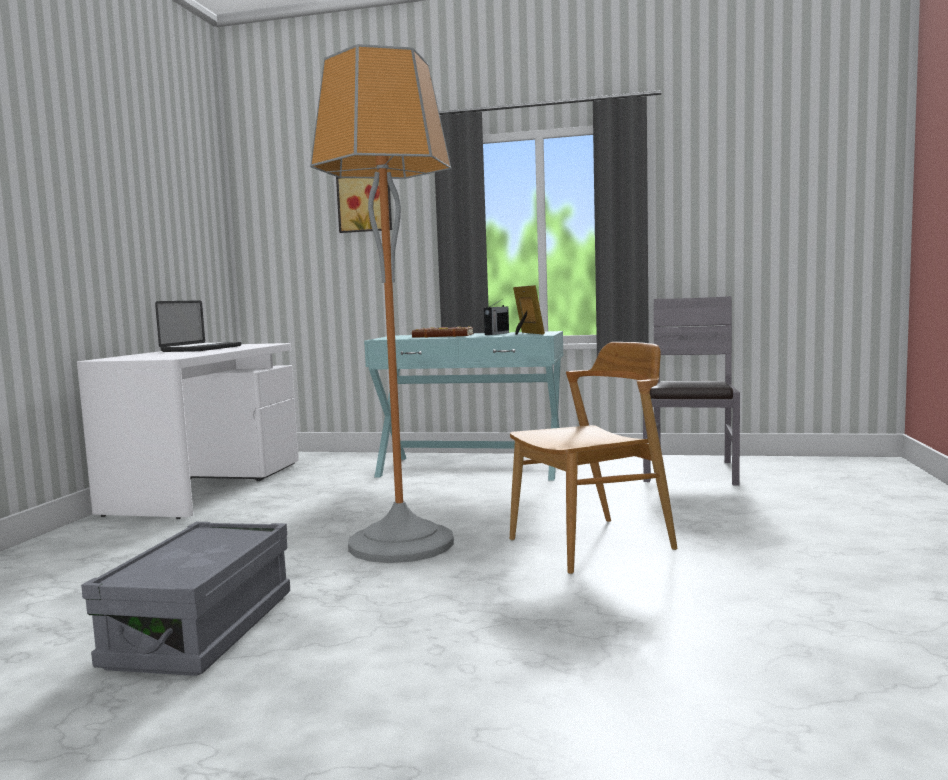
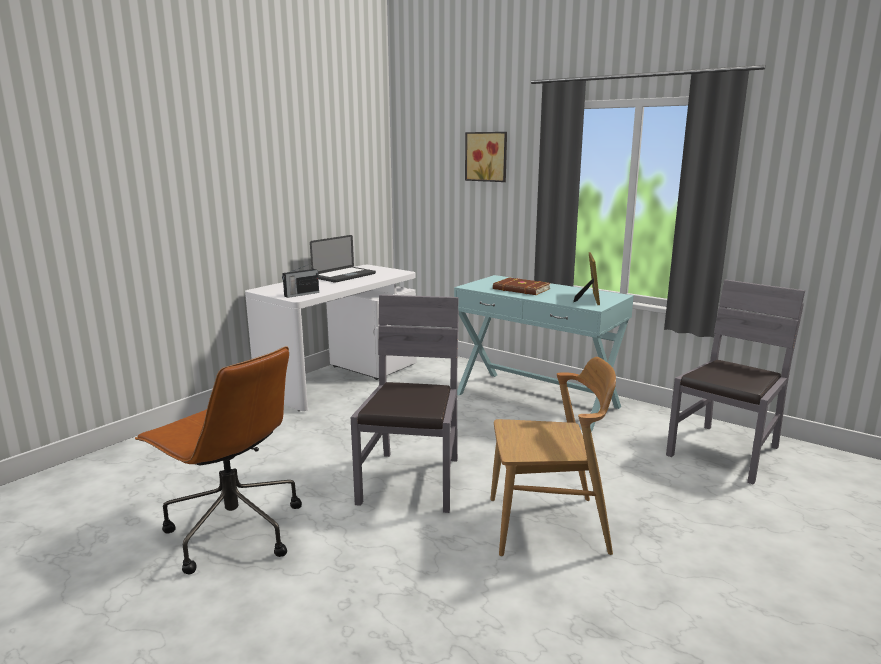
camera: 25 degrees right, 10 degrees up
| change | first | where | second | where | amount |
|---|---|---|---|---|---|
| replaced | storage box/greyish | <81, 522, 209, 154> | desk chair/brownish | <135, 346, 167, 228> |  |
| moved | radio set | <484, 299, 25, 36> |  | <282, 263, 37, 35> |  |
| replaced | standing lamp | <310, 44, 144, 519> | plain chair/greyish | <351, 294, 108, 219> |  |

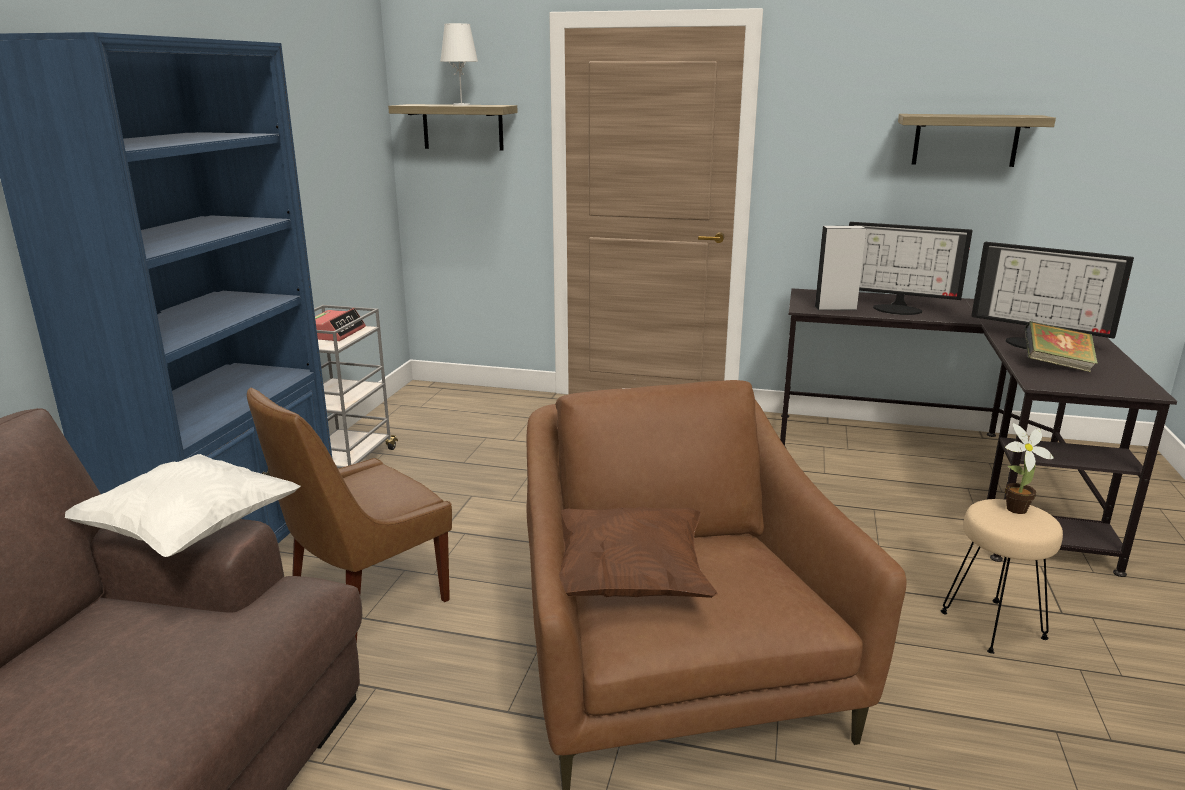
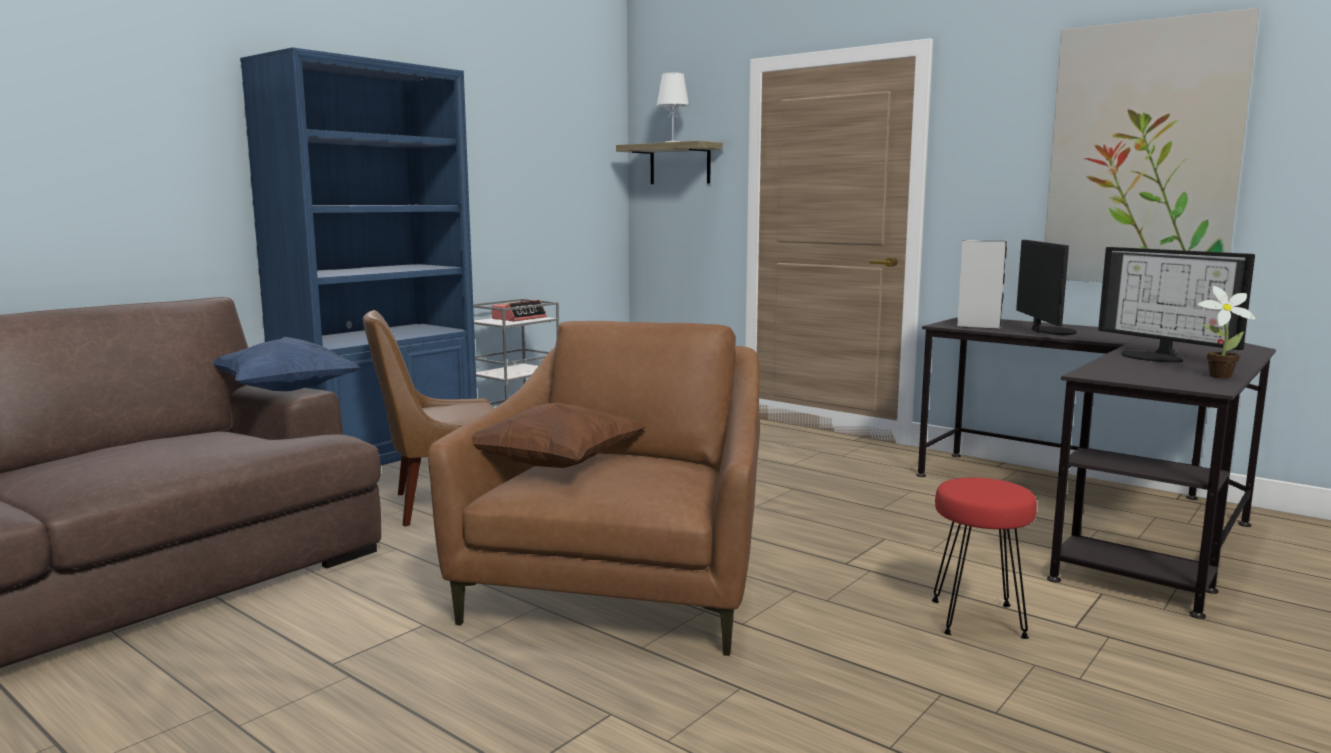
camera: 25 degrees right, 10 degrees down
| change | first | where | second | where | amount |
|---|---|---|---|---|---|
| recoloured | pillow/whitish | <65, 454, 236, 103> | pillow/blue | <213, 337, 147, 54> |  |
| recoloured | sitting stool/beige | <941, 499, 122, 155> | sitting stool/reddish | <932, 477, 105, 162> |  |
| turned | computer screen | <849, 222, 124, 93> |  | <1016, 240, 61, 95> | 135 degrees counterclockwise |
| replaced | wall shelf | <898, 114, 158, 53> | picture | <1044, 8, 215, 274> |  |
| moved | houseplant | <1005, 423, 49, 91> |  | <1197, 286, 59, 92> |  |
| removed | book | <1025, 321, 73, 51> |  |  |  |

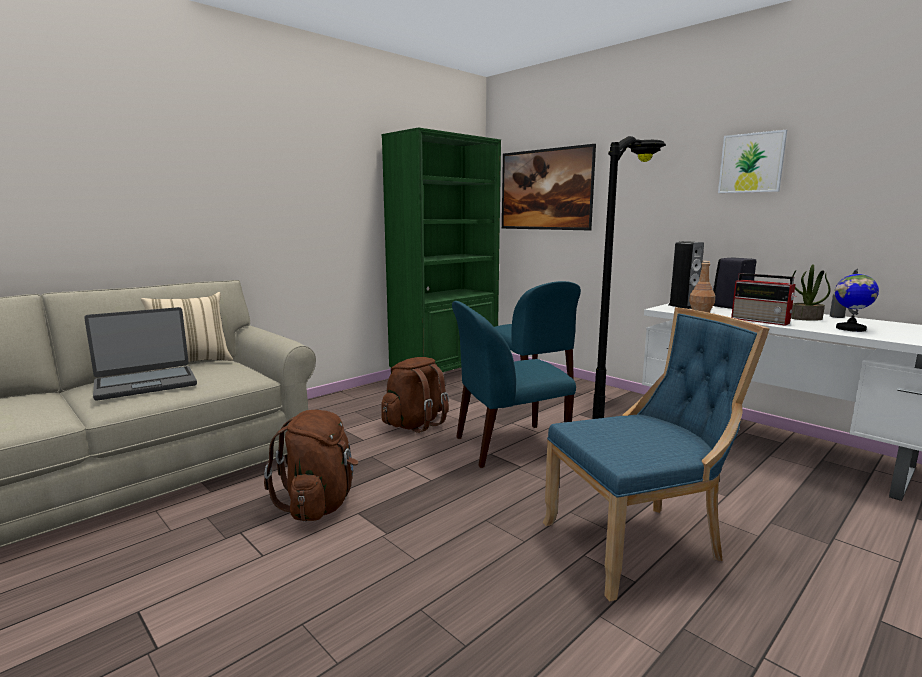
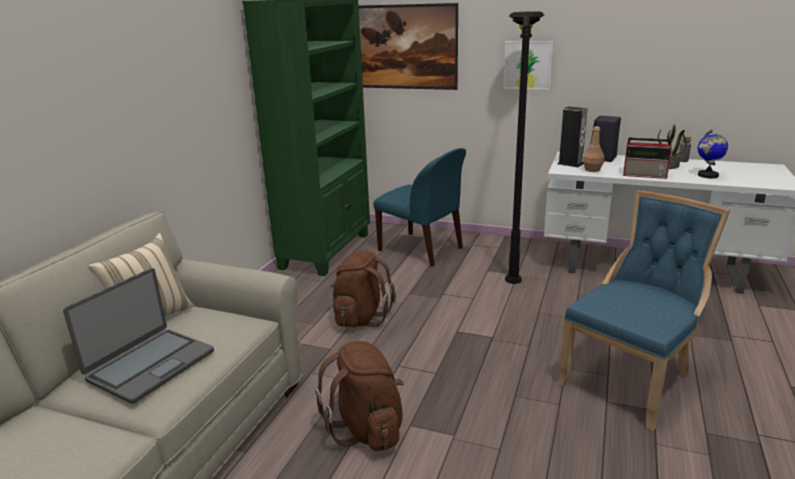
camera: 25 degrees left, 10 degrees up
| change | first | where | second | where | amount |
|---|---|---|---|---|---|
| moved | picture | <718, 130, 69, 63> |  | <504, 41, 50, 49> |  |
| removed | plain chair/blue | <452, 301, 124, 167> |  |  |  |

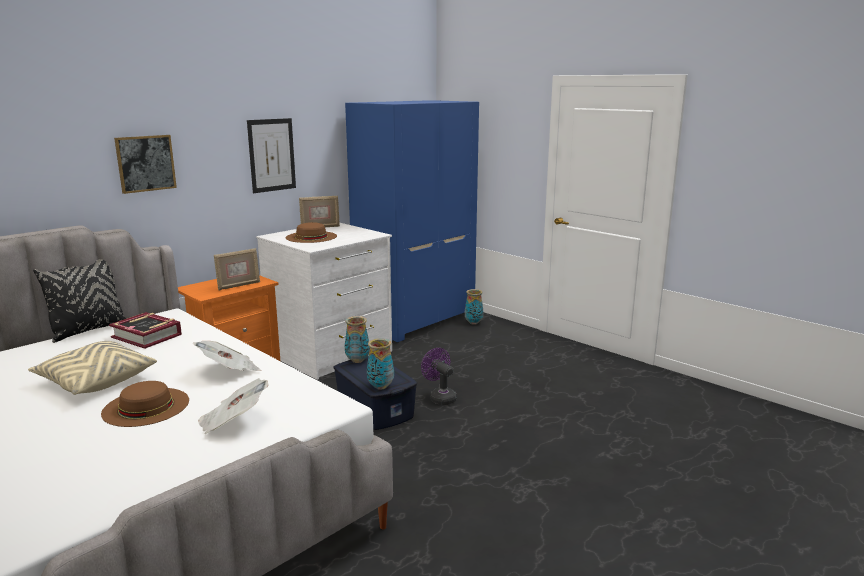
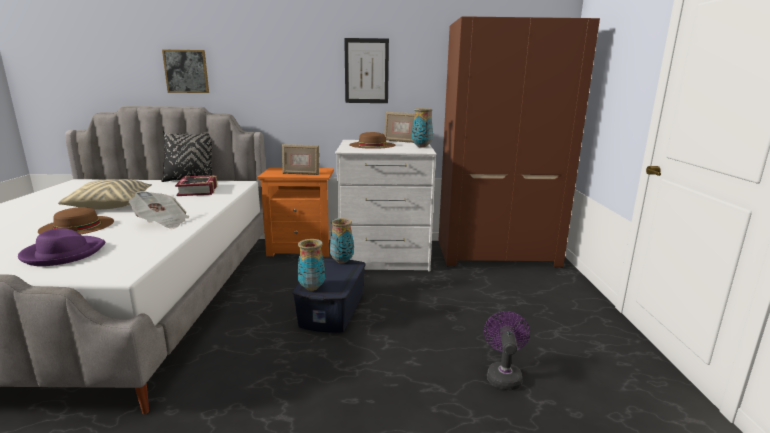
camera: 45 degrees right, 0 degrees up
| change | first | where | second | where | amount |
|---|---|---|---|---|---|
| replaced | newspaper | <198, 378, 71, 56> | wearable hat/purple-coloured | <18, 228, 87, 38> |  |
| moved | picture | <114, 135, 63, 59> |  | <162, 50, 47, 43> |  |
| moved | vase | <465, 289, 18, 36> |  | <412, 108, 21, 40> |  |
| recoloured | clothes cupboard/blue | <345, 100, 134, 243> | clothes cupboard/brownish | <438, 16, 162, 252> |  |
| moved | cooling fan/purple-coloured | <421, 348, 36, 57> |  | <484, 311, 46, 79> |  |

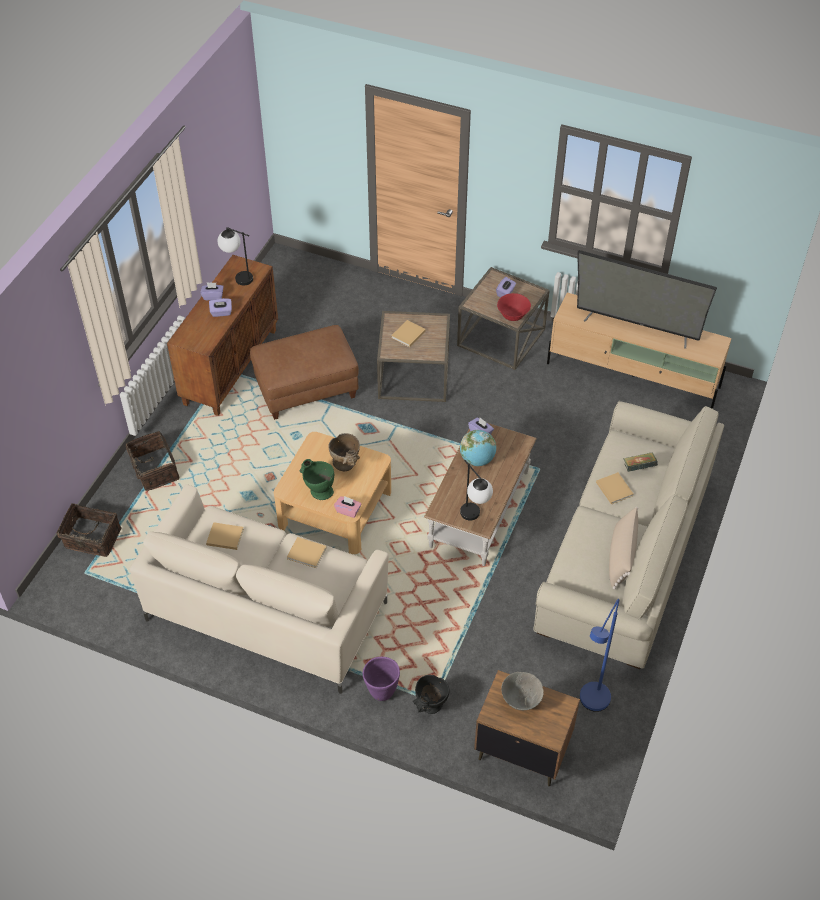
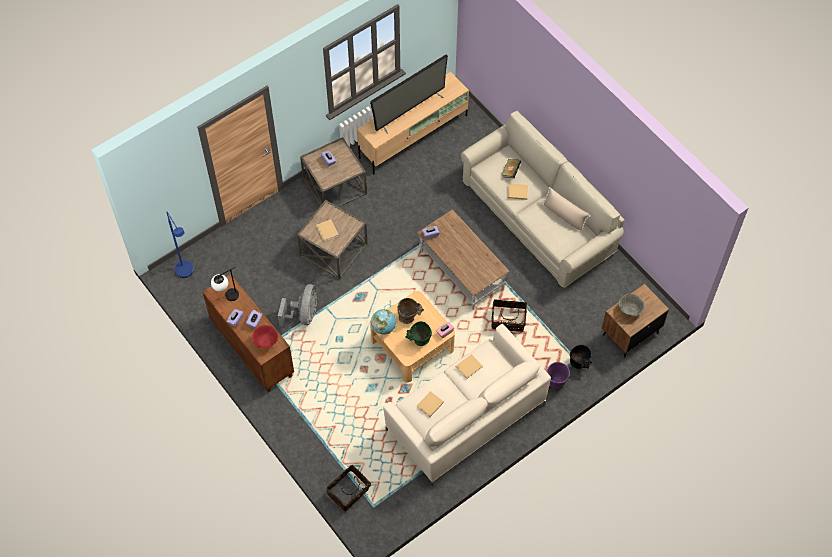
camera: 60 degrees left, 10 degrees up
| change | first | where | second | where | amount |
|---|---|---|---|---|---|
| moved | standing lamp/blue | <580, 599, 39, 113> |  | <166, 212, 28, 66> |  |
| moved | bowl/reddish | <497, 293, 34, 28> |  | <252, 325, 26, 24> |  |
| replaced | ottoman/brownish | <250, 325, 109, 95> | cooling fan/greyish | <278, 284, 40, 42> |  |
| moved | desk globe | <460, 430, 36, 36> |  | <371, 309, 25, 26> |  |
| moved | basket | <126, 431, 54, 60> |  | <492, 299, 35, 33> |  |
| removed | tabletop lamp | <460, 460, 33, 60> |  |  |  |

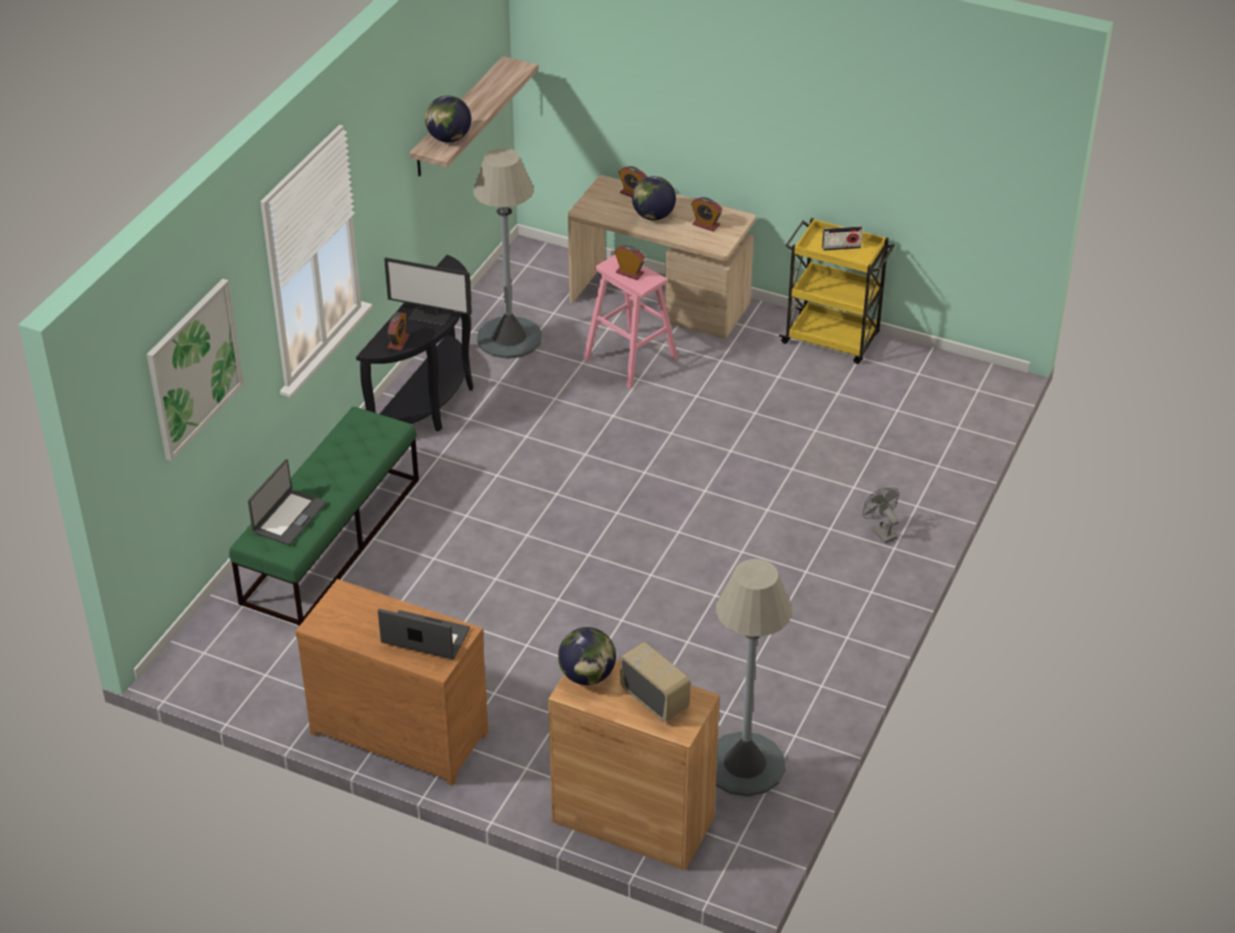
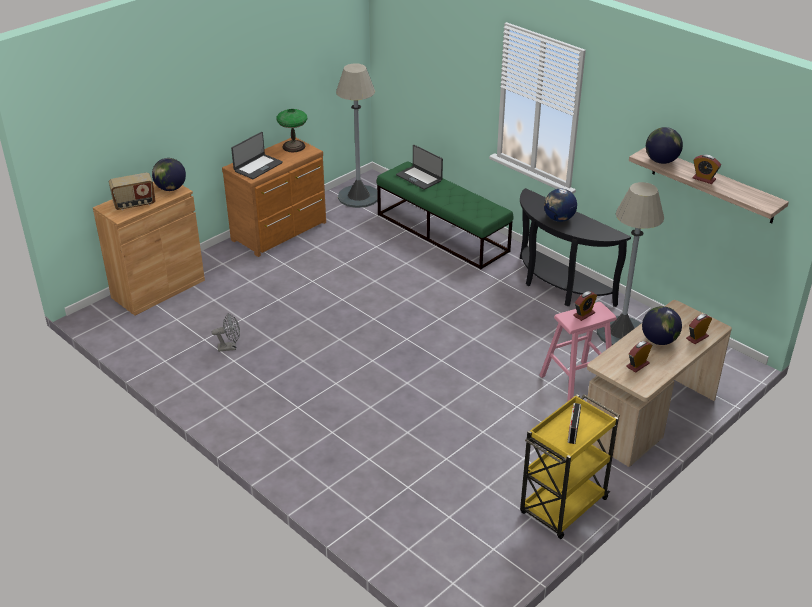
camera: 110 degrees right, 5 degrees down
| change | first | where | second | where | amount |
|---|---|---|---|---|---|
| moved | cooling fan/greyish | <863, 488, 36, 56> |  | <211, 313, 29, 39> |  |
| added |  |  | tabletop lamp | <276, 109, 32, 43> |  |
| moved | standing lamp/greyish | <716, 559, 76, 238> |  | <336, 63, 42, 145> |  |
| replaced | computer screen | <384, 257, 88, 69> | desk globe | <544, 189, 33, 33> |  |
| moved | bedside clock | <388, 312, 22, 39> |  | <693, 155, 28, 29> |  |
| removed | picture | <147, 279, 97, 182> |  |  |  |

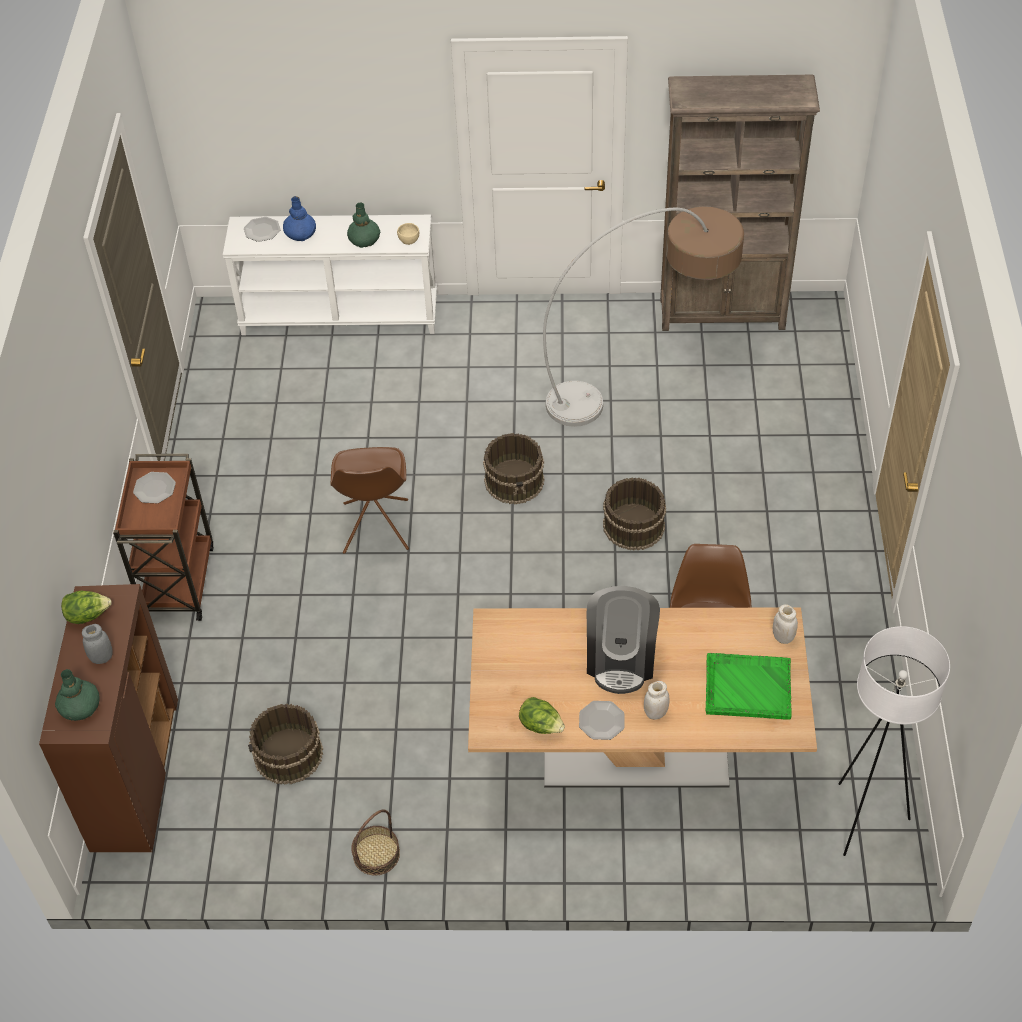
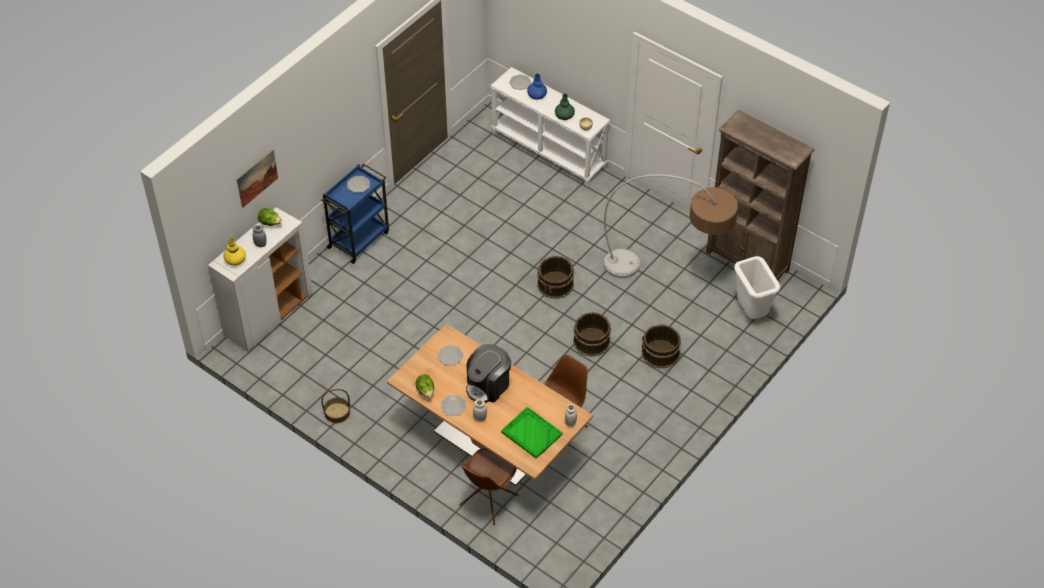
camera: 35 degrees right, 0 degrees up
| change | first | where | second | where | amount |
|---|---|---|---|---|---|
| recoloured | cabinet/brownish | <39, 584, 139, 268> | cabinet/whitish | <208, 208, 105, 144> |  |
| recoloured | vase/greenish | <55, 669, 45, 52> | vase/yellow | <224, 238, 22, 28> |  |
| added |  |  | picture | <237, 149, 41, 59> |  |
| recoloured | trolley/brownish | <113, 454, 101, 167> | trolley/blue | <321, 164, 68, 100> |  |
| added |  |  | plate | <438, 345, 25, 21> |  |
| moved | plain chair/brownish | <330, 447, 79, 107> |  | <459, 448, 60, 78> |  |
| moved | pail/brownish | <248, 704, 75, 81> |  | <641, 324, 40, 44> |  |
| added |  |  | waste bin/whitish | <734, 256, 46, 63> |  |
| removed | standing lamp/whitish | <838, 626, 112, 230> |  |  |  |

